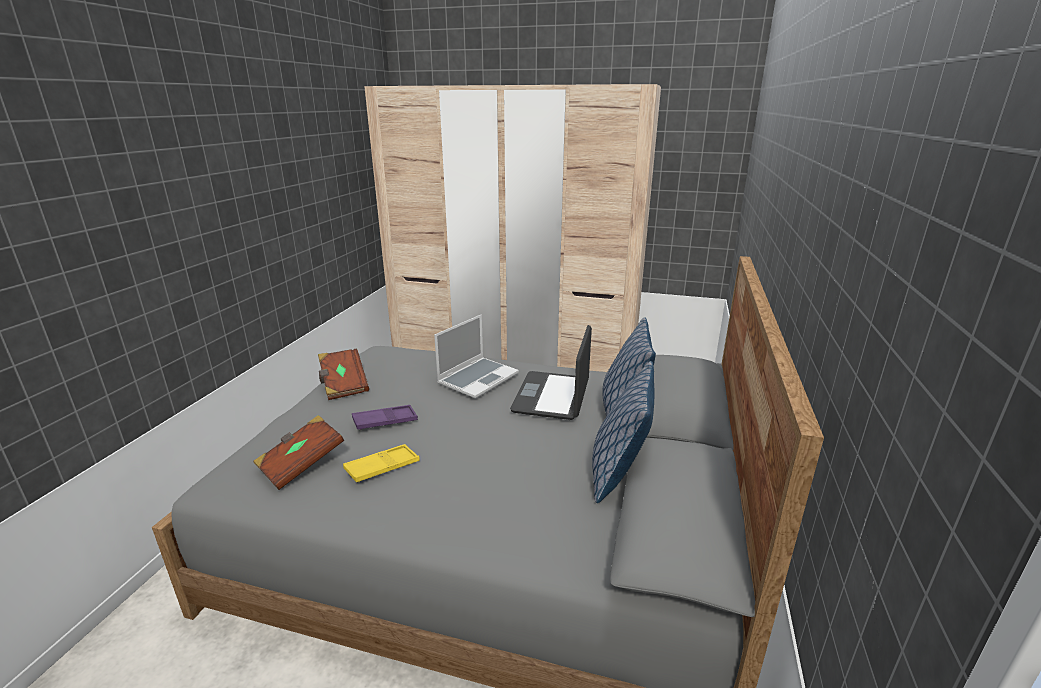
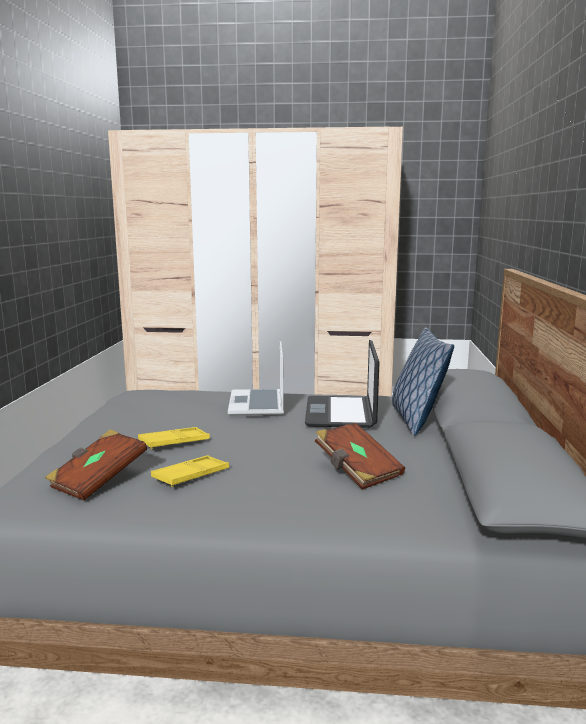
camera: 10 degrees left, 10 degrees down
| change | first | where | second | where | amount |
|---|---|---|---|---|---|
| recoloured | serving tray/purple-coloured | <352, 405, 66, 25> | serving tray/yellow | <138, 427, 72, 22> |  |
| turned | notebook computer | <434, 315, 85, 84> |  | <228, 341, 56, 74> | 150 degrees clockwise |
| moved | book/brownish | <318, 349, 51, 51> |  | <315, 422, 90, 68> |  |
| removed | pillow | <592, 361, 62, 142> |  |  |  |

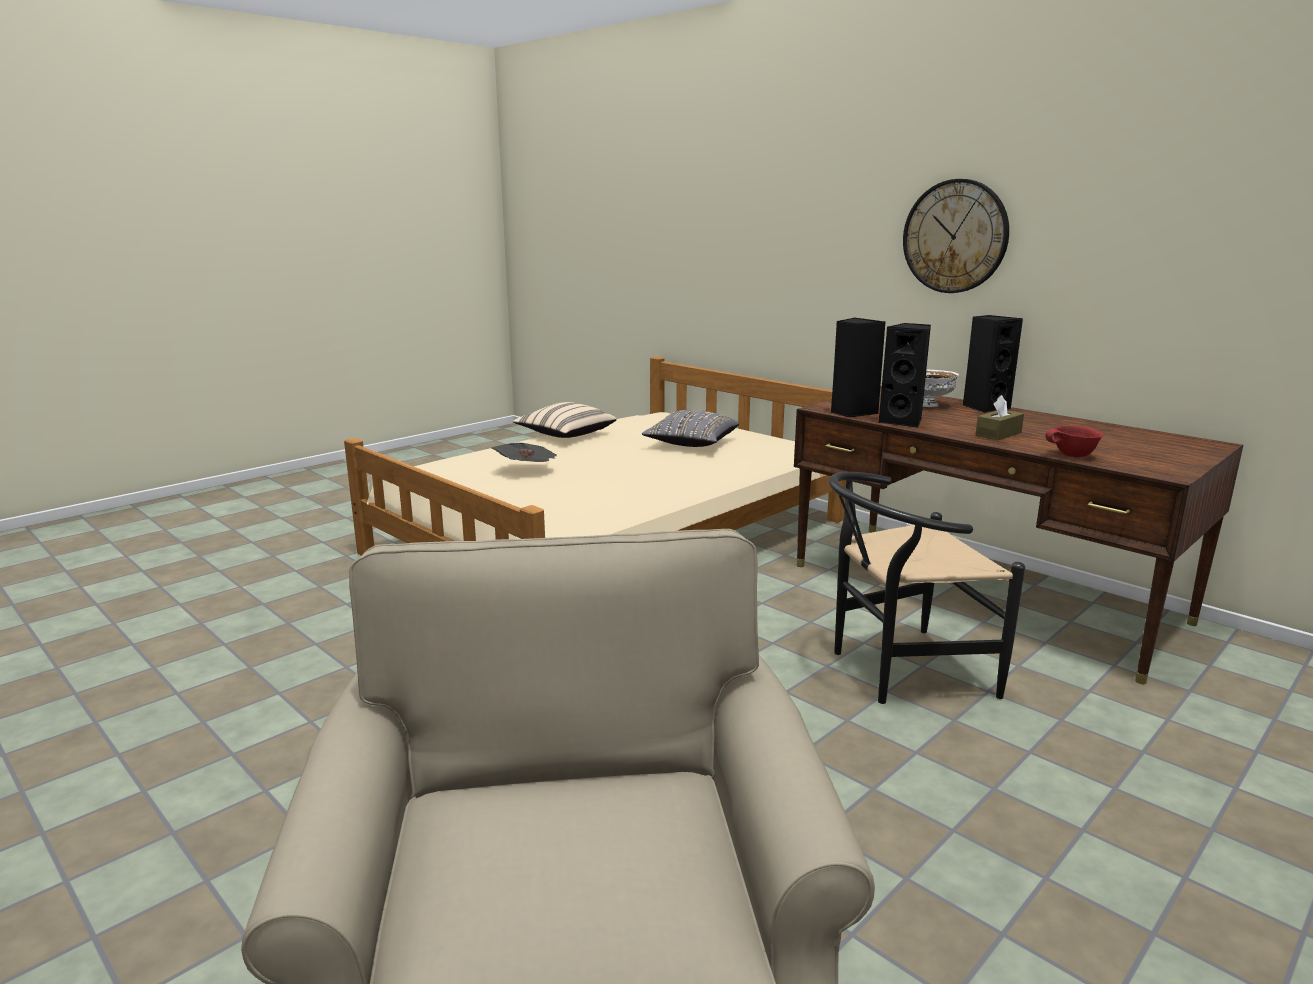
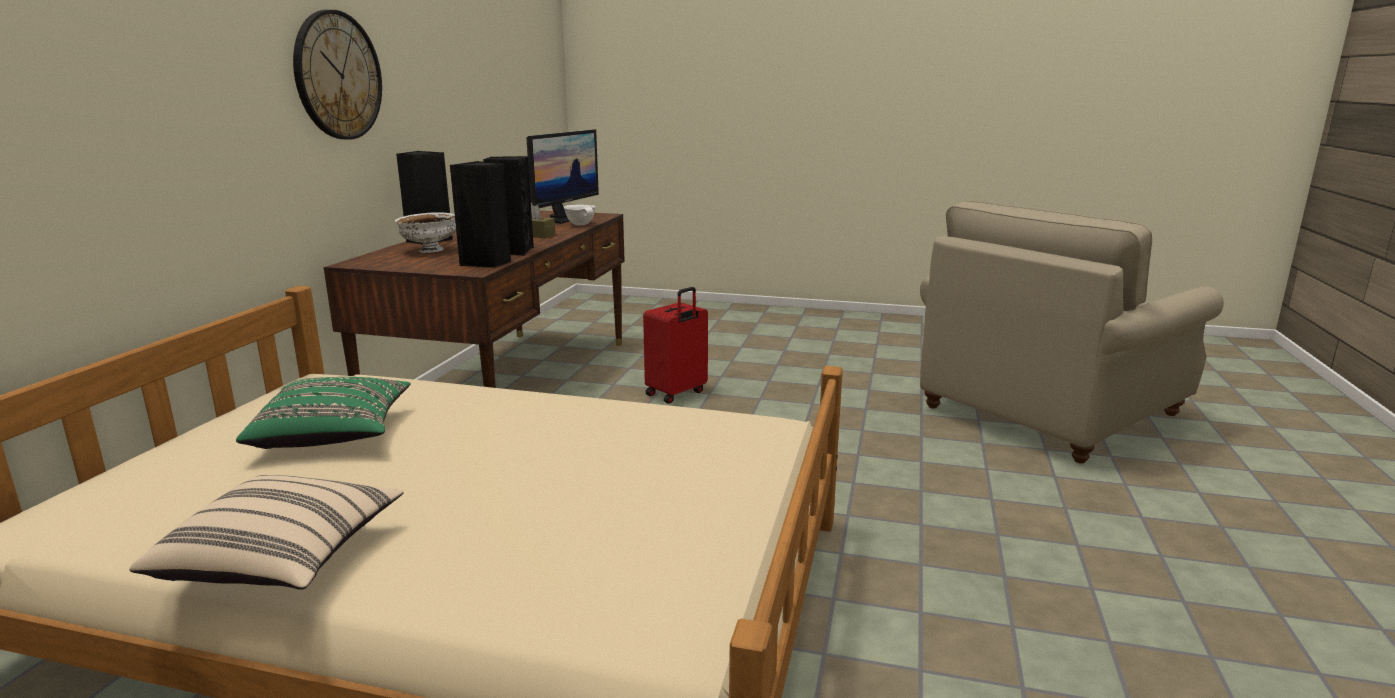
camera: 120 degrees left, 0 degrees up
| change | first | where | second | where | amount |
|---|---|---|---|---|---|
| recoloured | pillow/greyish | <642, 410, 97, 37> | pillow/greenish | <236, 377, 174, 72> |  |
| added |  |  | computer screen | <526, 129, 73, 95> |  |
| recoloured | bowl/reddish | <1045, 426, 58, 31> | bowl/whitish | <564, 205, 32, 20> |  |
| replaced | plain chair/black-coloured | <829, 472, 196, 232> | suitcase/reddish | <643, 287, 65, 117> |  |
| removed | newspaper | <491, 443, 66, 19> |  |  |  |

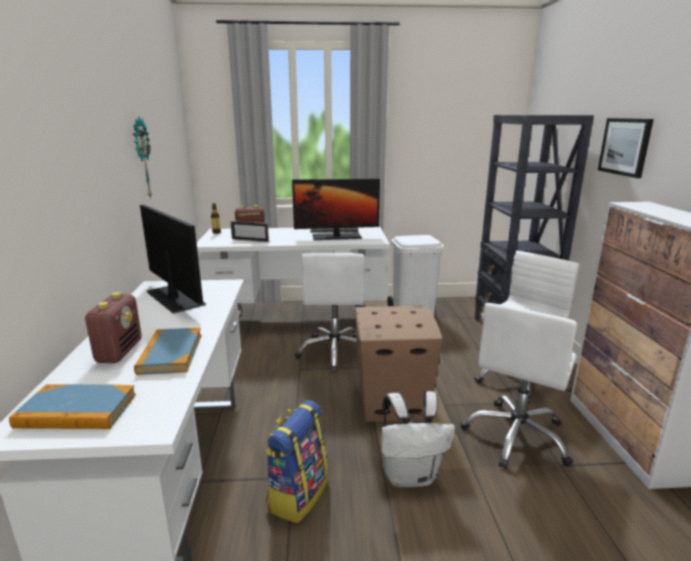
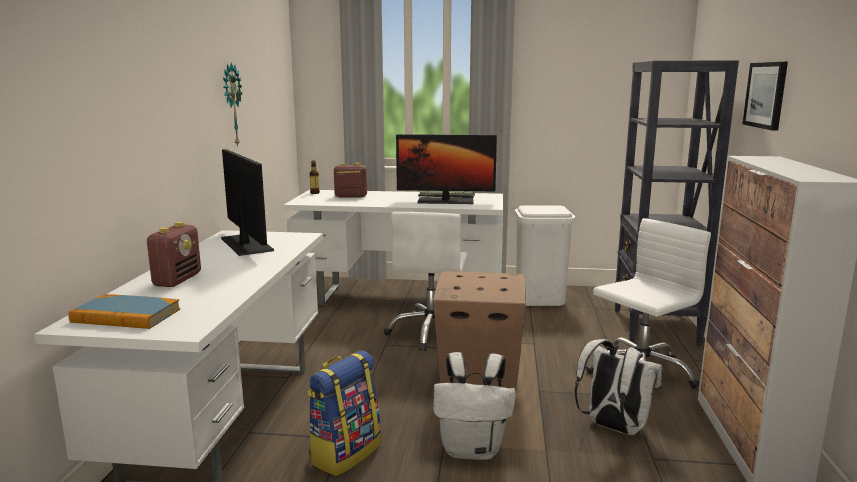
camera: 10 degrees right, 5 degrees down
| change | first | where | second | where | amount |
|---|---|---|---|---|---|
| replaced | desk chair/whitish | <461, 303, 116, 166> | backpack/whitish | <575, 339, 87, 96> |  |
| removed | book | <134, 328, 67, 47> |  |  |  |
| removed | standing frame | <230, 221, 39, 21> |  |  |  |

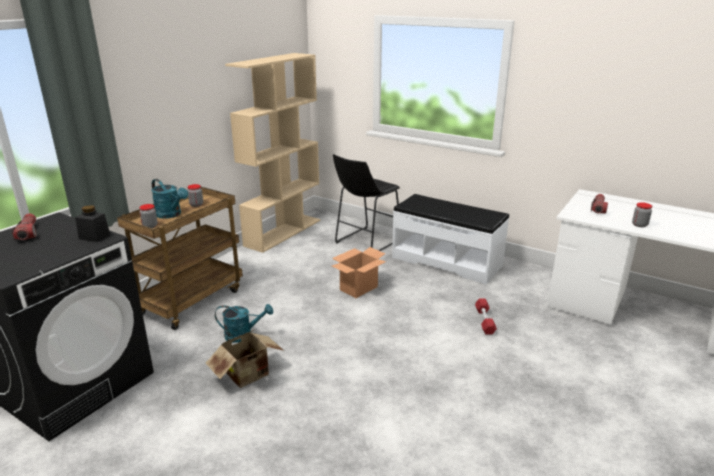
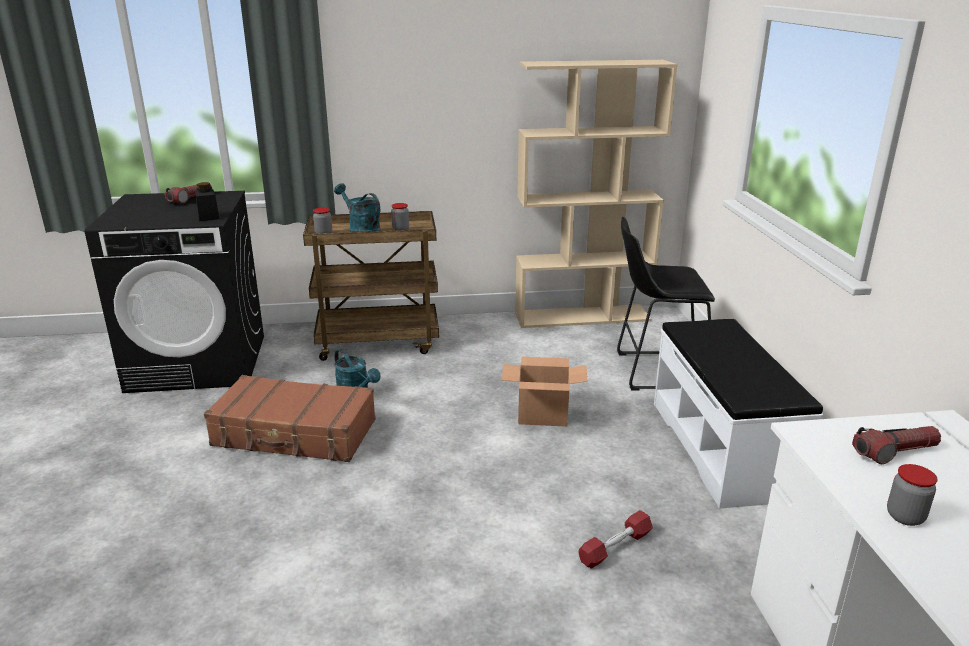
camera: 50 degrees right, 0 degrees up
| change | first | where | second | where | amount |
|---|---|---|---|---|---|
| replaced | cardboard box | <206, 330, 78, 58> | suitcase/brownish | <204, 375, 172, 87> |  |
| turned | watering can/turquoise-coloured | <151, 179, 37, 40> |  | <334, 183, 47, 49> | 135 degrees clockwise |

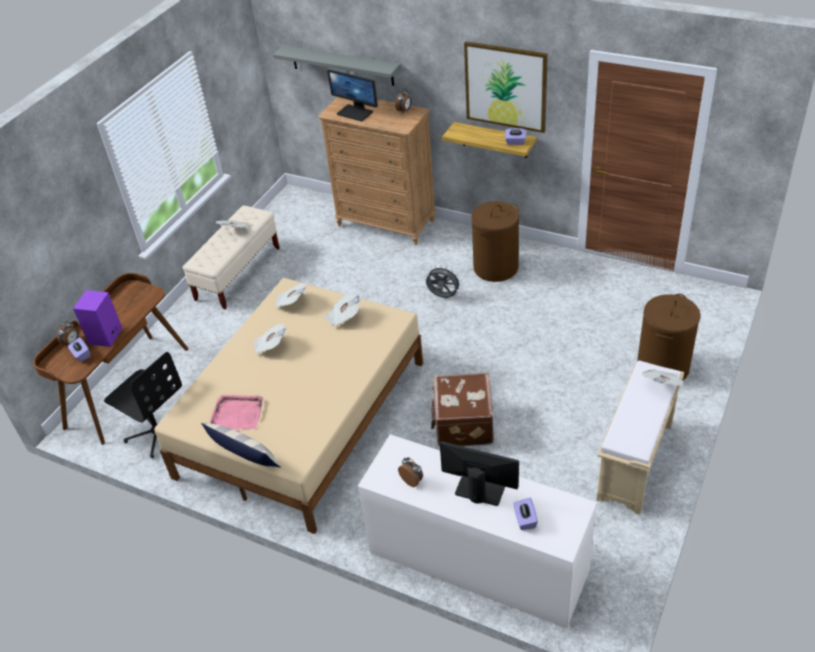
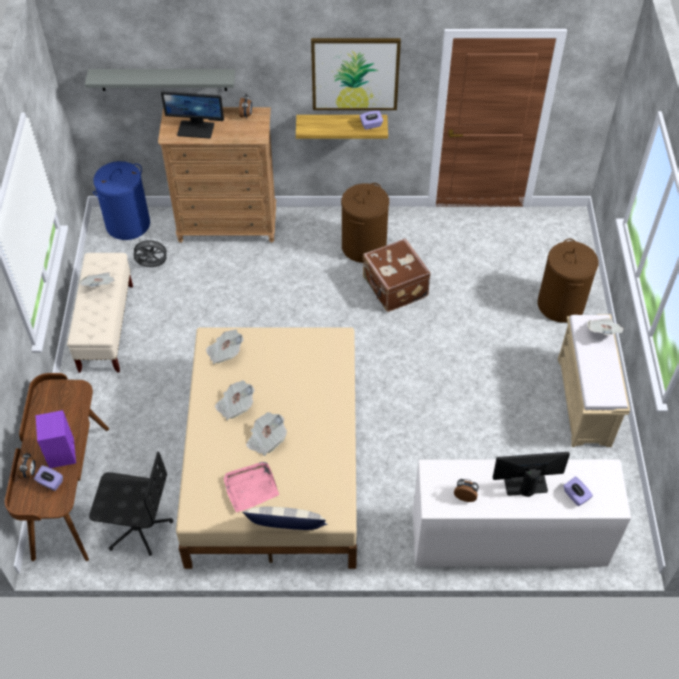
camera: 30 degrees left, 10 degrees up
| change | first | where | second | where | amount |
|---|---|---|---|---|---|
| added |  |  | laundry basket/blue | <93, 161, 57, 79> |  |
| moved | cooling fan/greyish | <426, 265, 36, 33> |  | <131, 238, 37, 29> |  |
| moved | newspaper | <325, 292, 36, 35> |  | <246, 412, 41, 44> |  |
| moved | suitcase/brownish | <431, 372, 63, 75> |  | <363, 238, 68, 74> |  |

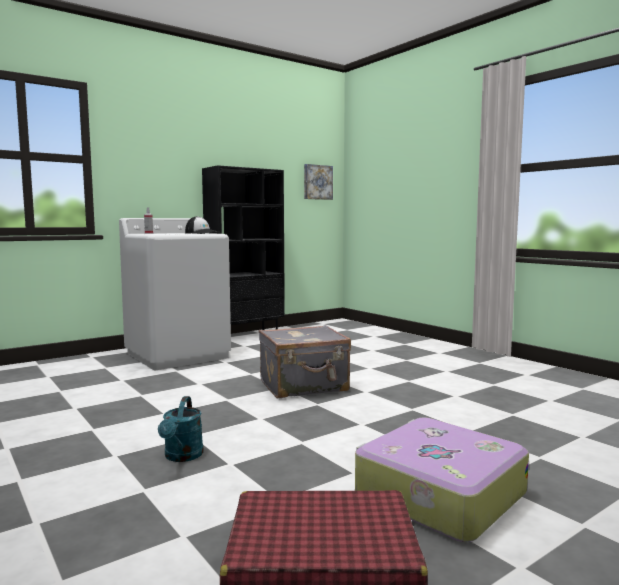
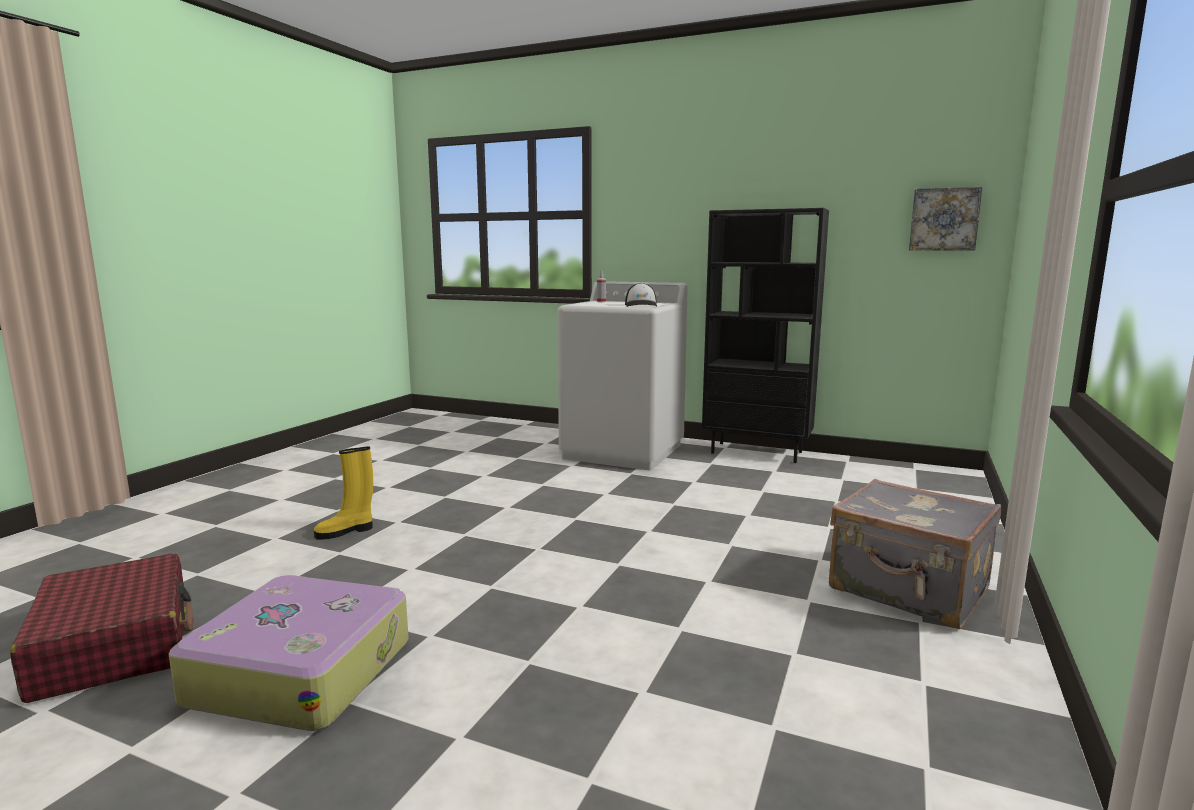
camera: 60 degrees right, 5 degrees up
| change | first | where | second | where | amount |
|---|---|---|---|---|---|
| replaced | watering can/turquoise-coloured | <158, 396, 46, 66> | high-top boot/yellow | <314, 447, 59, 93> |  |
| moved | suitcase/greyish | <259, 325, 92, 73> |  | <829, 479, 172, 150> |  |

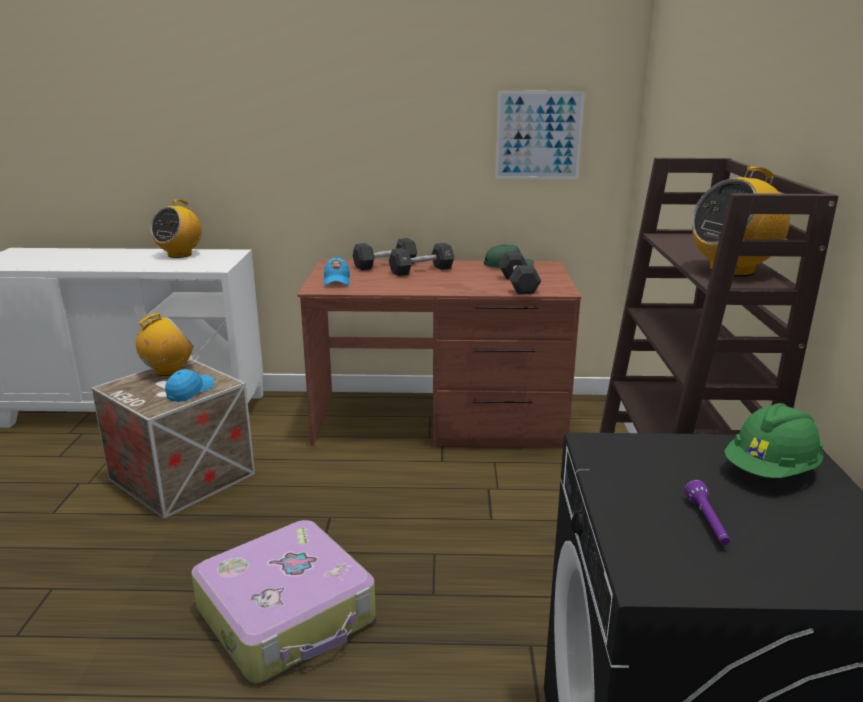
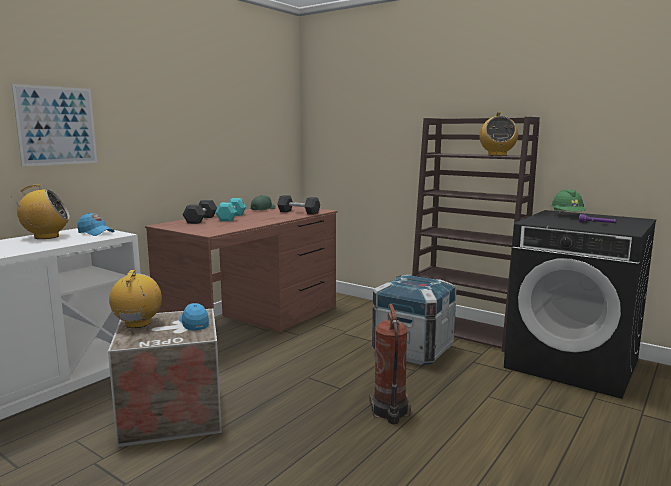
camera: 55 degrees left, 10 degrees down
| change | first | where | second | where | amount |
|---|---|---|---|---|---|
| moved | picture | <495, 91, 90, 88> |  | <12, 84, 85, 83> |  |
| turned | radio set | <151, 200, 51, 58> |  | <12, 184, 58, 55> | 75 degrees counterclockwise |
| moved | peaked cap/blue | <324, 256, 26, 30> |  | <78, 213, 37, 23> |  |
| recoloured | free weight/black-coloured | <389, 243, 65, 33> | free weight/turquoise-coloured | <215, 198, 32, 23> |  |
| replaced | suitcase | <191, 520, 185, 163> | fire extinguisher | <369, 304, 42, 120> |  |
| added |  |  | shipping crate | <372, 275, 84, 90> |  |

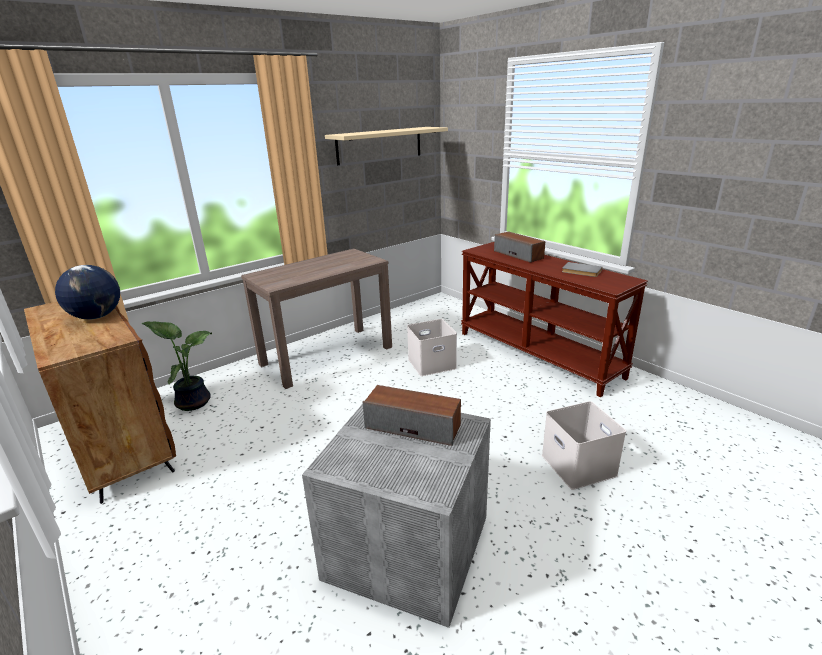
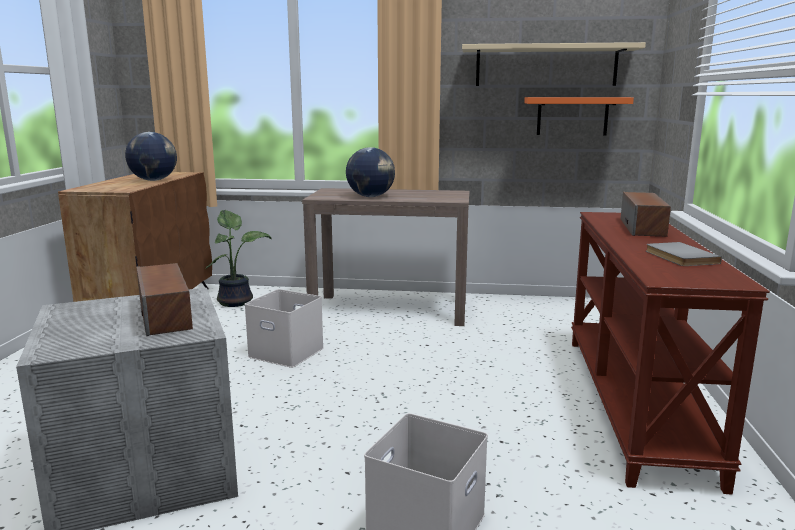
camera: 45 degrees right, 10 degrees down
| change | first | where | second | where | amount |
|---|---|---|---|---|---|
| moved | storage box/whitish | <407, 319, 50, 57> |  | <244, 289, 80, 79> |  |
| added |  |  | desk globe | <346, 147, 49, 50> |  |
| added |  |  | wall shelf/orange | <524, 97, 110, 38> |  |

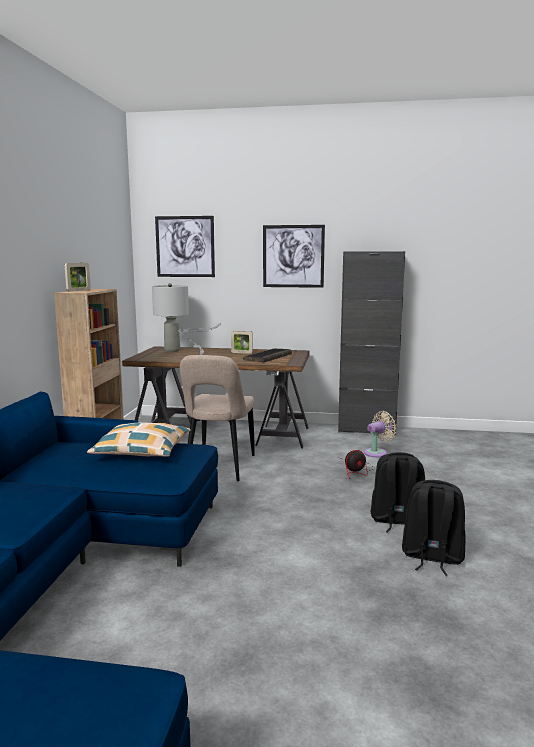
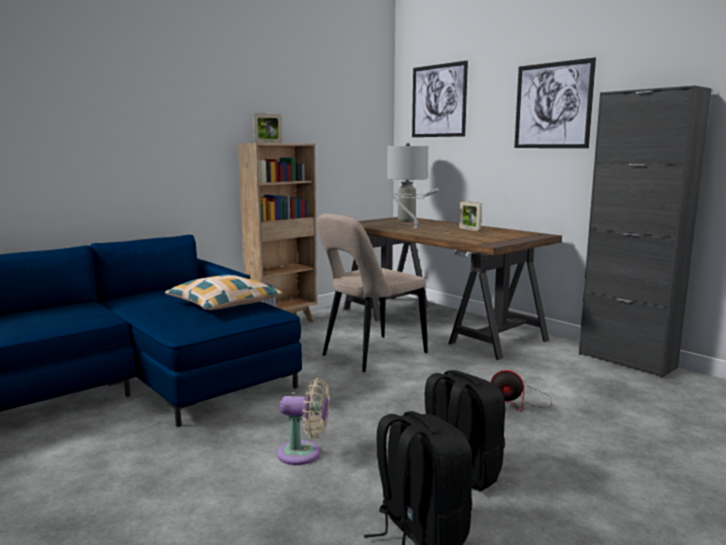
camera: 40 degrees right, 0 degrees up
| change | first | where | second | where | amount |
|---|---|---|---|---|---|
| moved | cooling fan/beige | <364, 411, 33, 47> |  | <277, 378, 53, 87> |  |
| removed | PC keyboard | <243, 349, 49, 14> |  |  |  |

